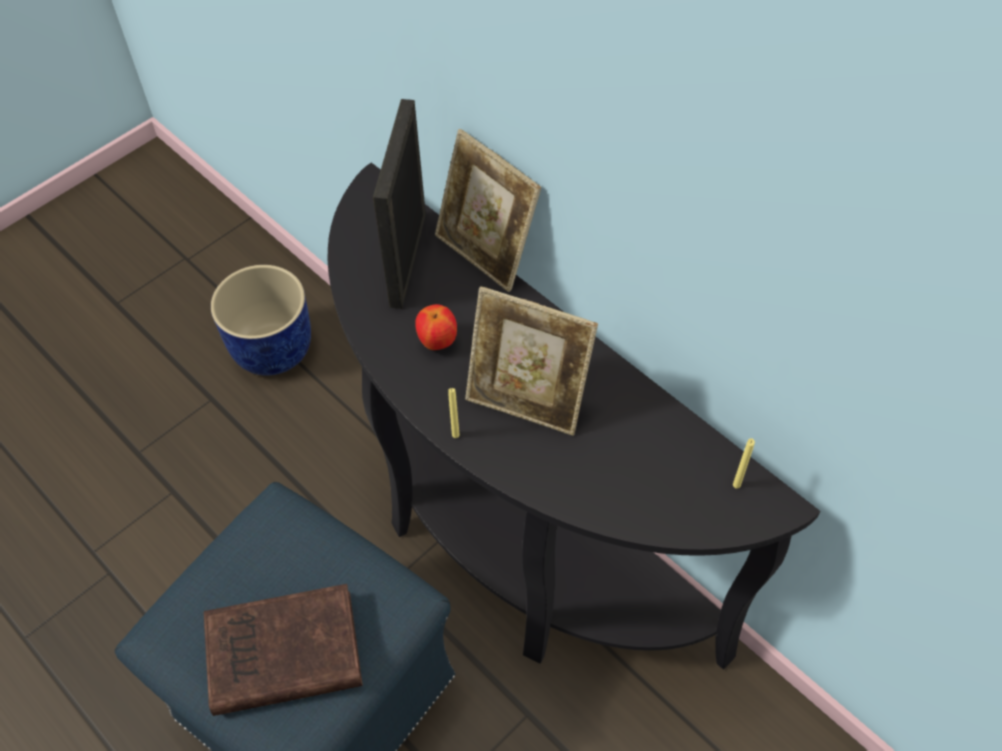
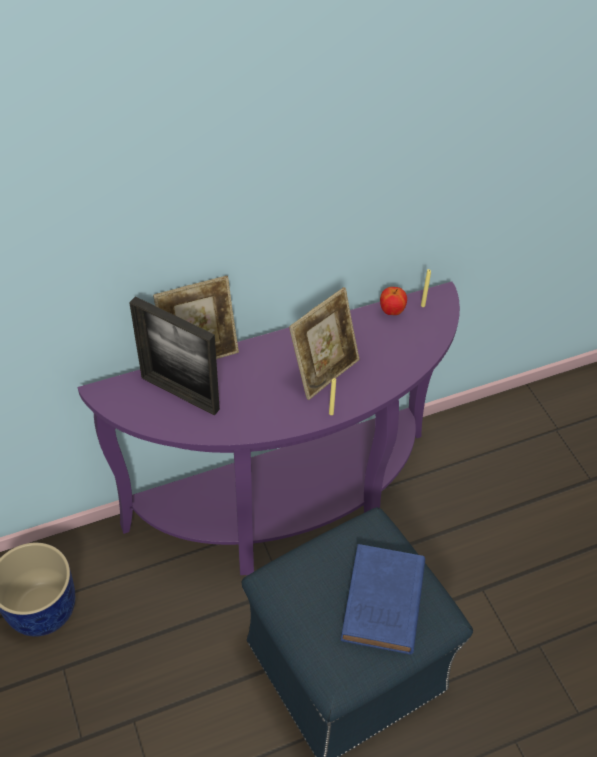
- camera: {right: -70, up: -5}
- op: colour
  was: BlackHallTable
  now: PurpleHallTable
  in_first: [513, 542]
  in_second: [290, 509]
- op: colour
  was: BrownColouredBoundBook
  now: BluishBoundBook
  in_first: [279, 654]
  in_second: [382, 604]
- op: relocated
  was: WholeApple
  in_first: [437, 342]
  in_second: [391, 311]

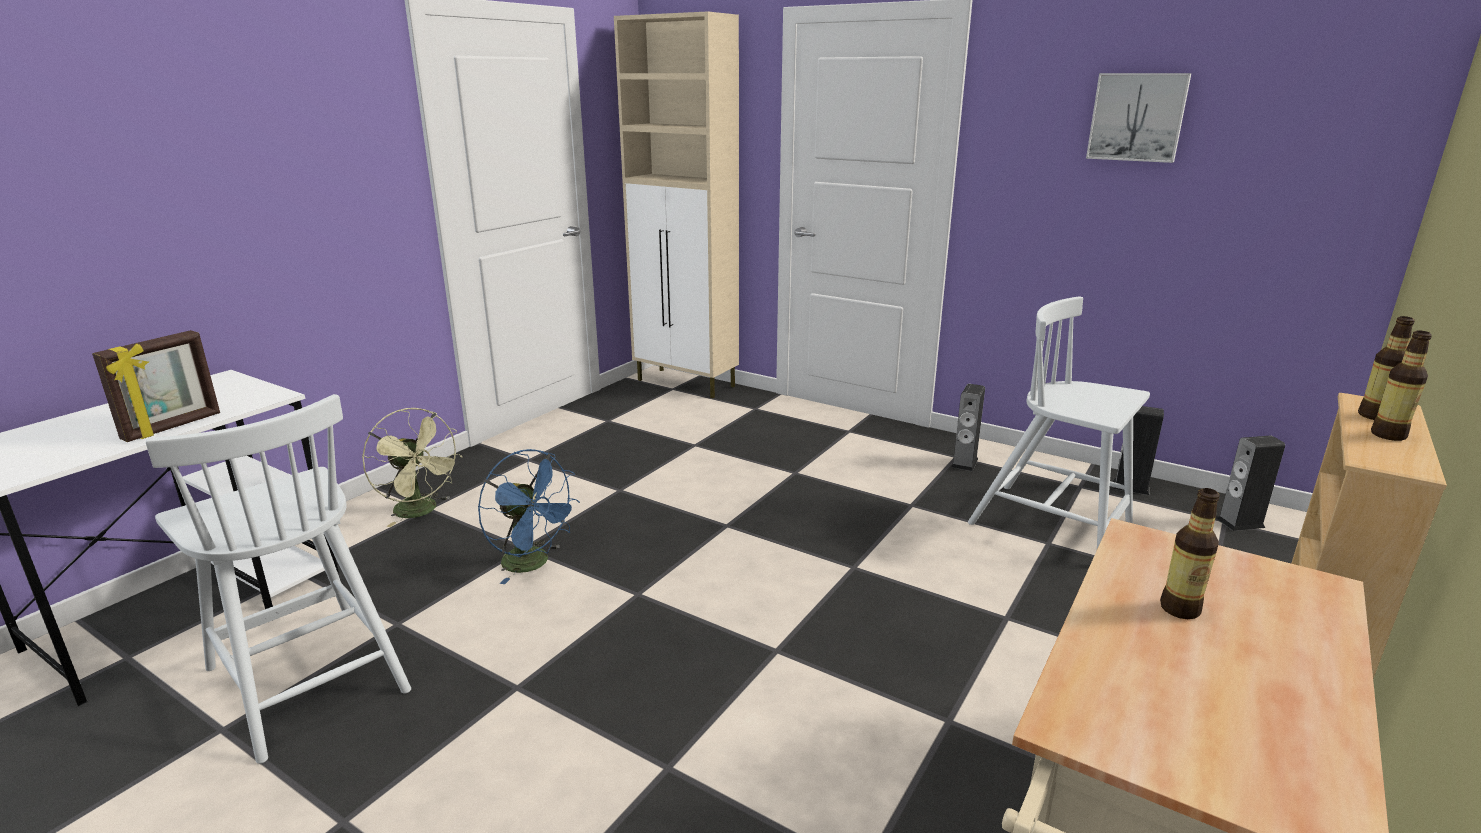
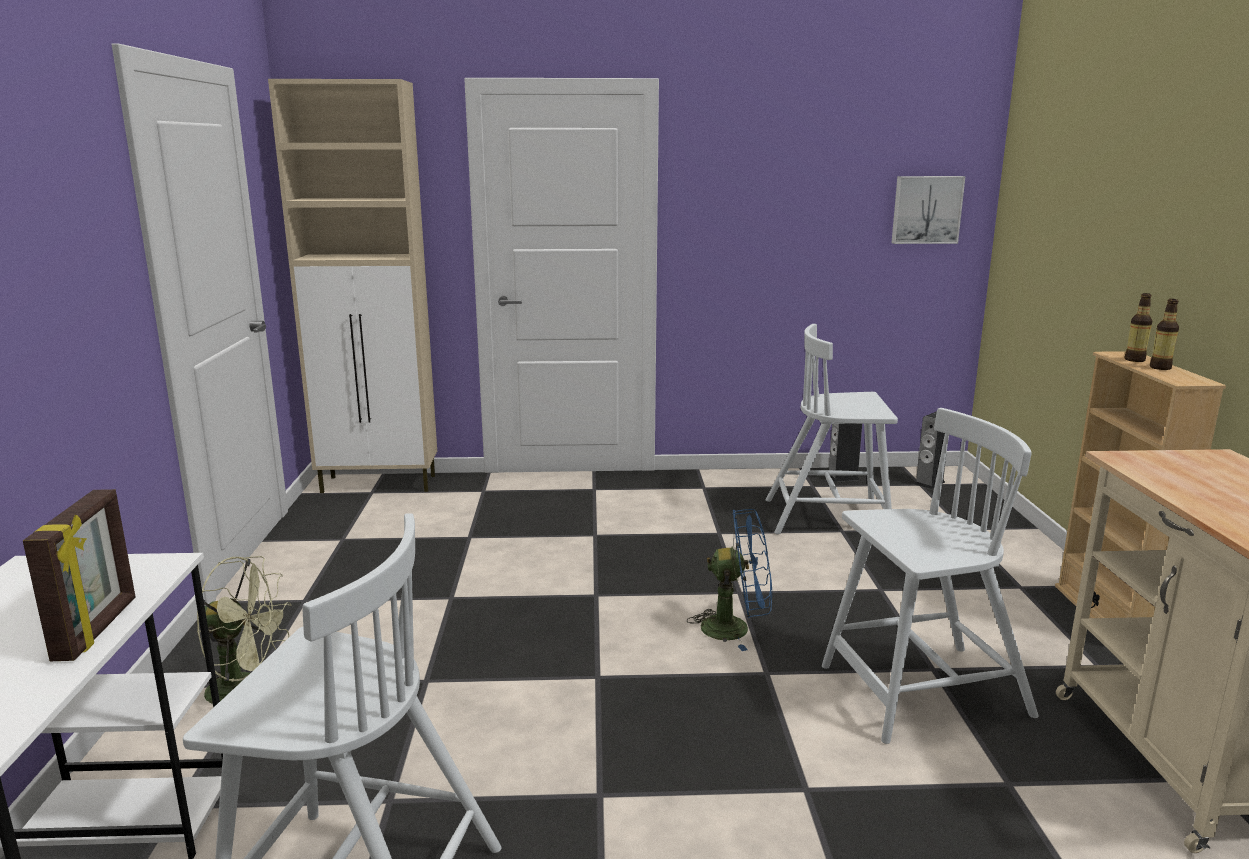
- camera: {right: -35, up: -5}
- op: relocated
  was: BluishElectricFan
  in_first: [533, 564]
  in_second: [736, 628]
- op: appeared
  now: WhitishUprightChair
  in_second: [921, 692]
- op: relocated
  was: Picture
  in_first: [1137, 117]
  in_second: [926, 209]
- op: missing
  was: Speaker
  in_first: [964, 463]
- op: missing
  was: Bottle
  in_first: [1180, 609]

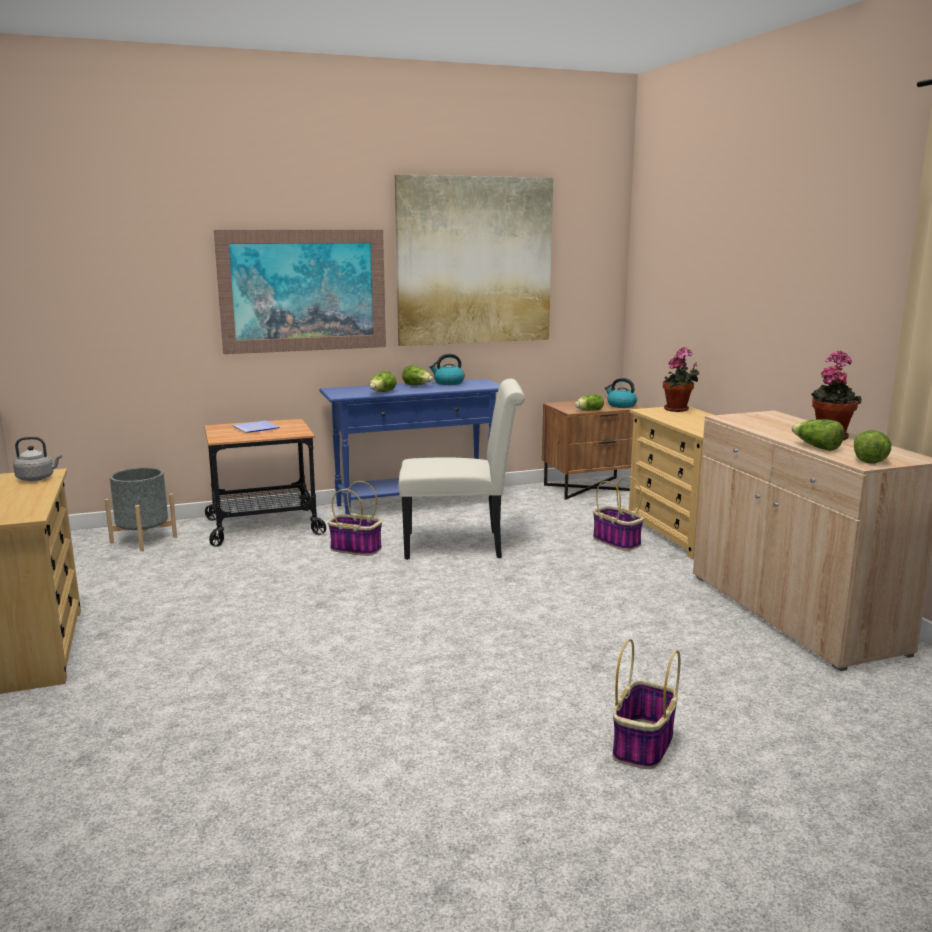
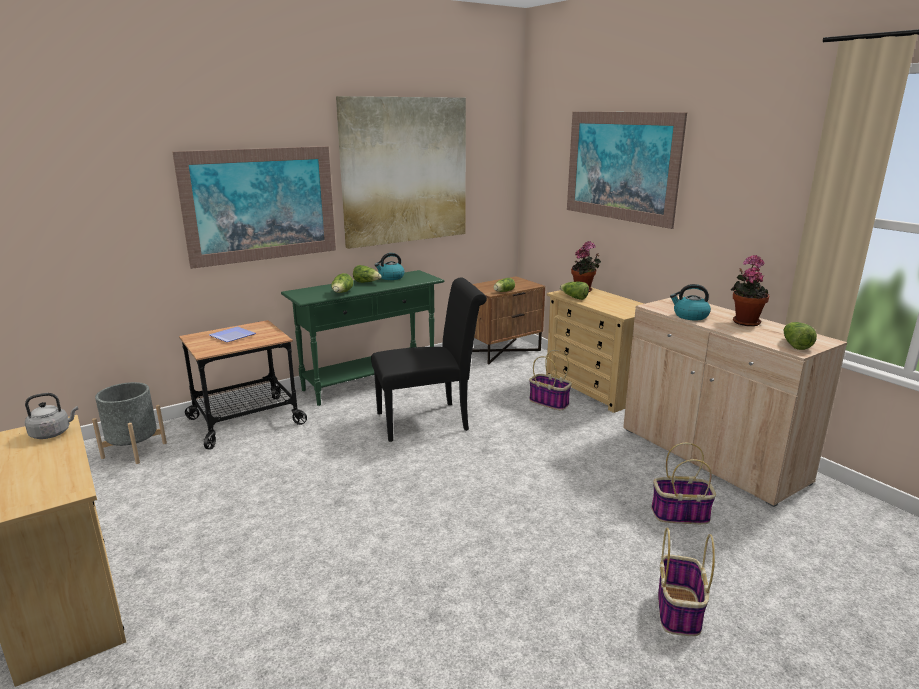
- camera: {right: -15, up: 5}
- op: colour
  was: BluishHallTable
  now: GreenishHallTable
  in_first: [416, 505]
  in_second: [370, 382]
- op: colour
  was: WhitishUprightChair
  now: BlackUprightChair
  in_first: [461, 545]
  in_second: [429, 420]
- op: relocated
  was: Lettuce
  in_first: [816, 447]
  in_second: [574, 297]
- op: appeared
  now: Picture
  in_second: [621, 166]
- op: relocated
  was: HouseholdBasket
  in_first: [354, 549]
  in_second: [679, 514]
- op: relocated
  was: TeaKettle
  in_first: [621, 405]
  in_second: [690, 316]

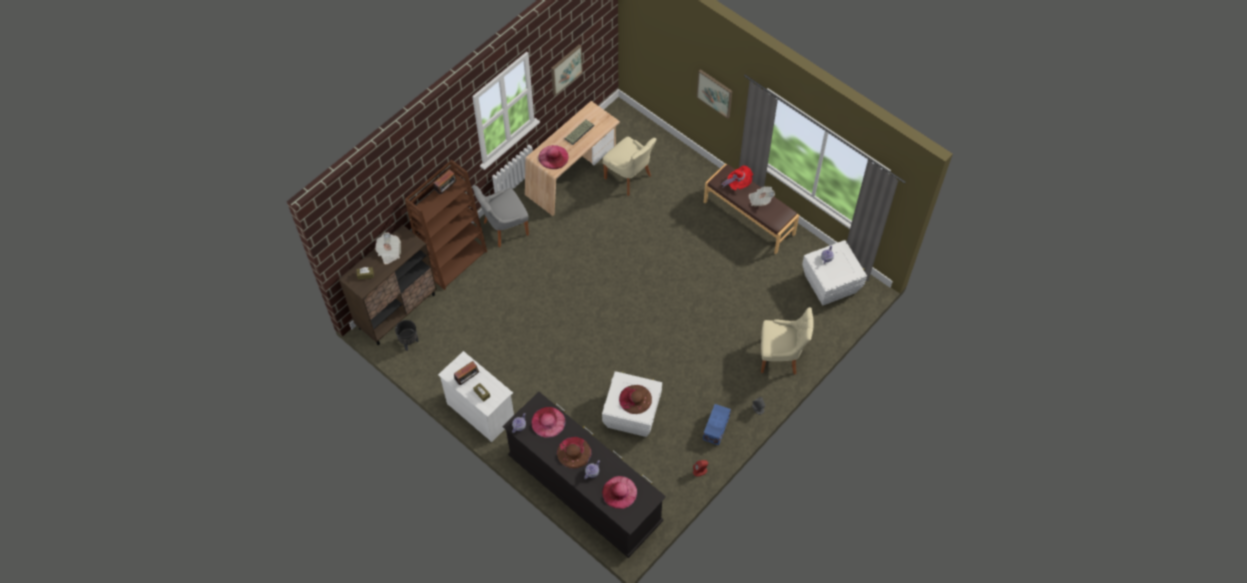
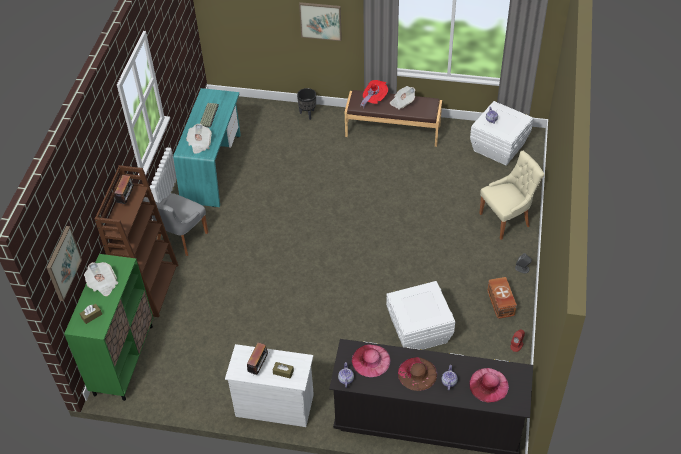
- camera: {right: -30, up: -10}
- op: relocated
  was: Picture
  in_first: [566, 69]
  in_second: [63, 263]
- op: colour
  was: BrownColouredCupboard
  now: GreenishCupboard
  in_first: [397, 311]
  in_second: [124, 359]
- op: colour
  was: BeigeDeskTable
  now: BlueGreenDeskTable
  in_first: [572, 175]
  in_second: [213, 168]
- op: exchanged
  was: PinkColouredClothingHat
  now: PrintedPaper
  in_first: [553, 157]
  in_second: [199, 144]
- op: relocated
  was: BlackPlantPot
  in_first: [409, 343]
  in_second: [308, 114]
- op: colour
  was: BluishStorageContainer
  now: BrownColouredStorageContainer
  in_first: [715, 428]
  in_second: [500, 303]
- op: missing
  was: BeigeUprightChair
  in_first: [629, 178]
- op: missing
  was: BrownColouredClothingHat
  in_first: [635, 399]

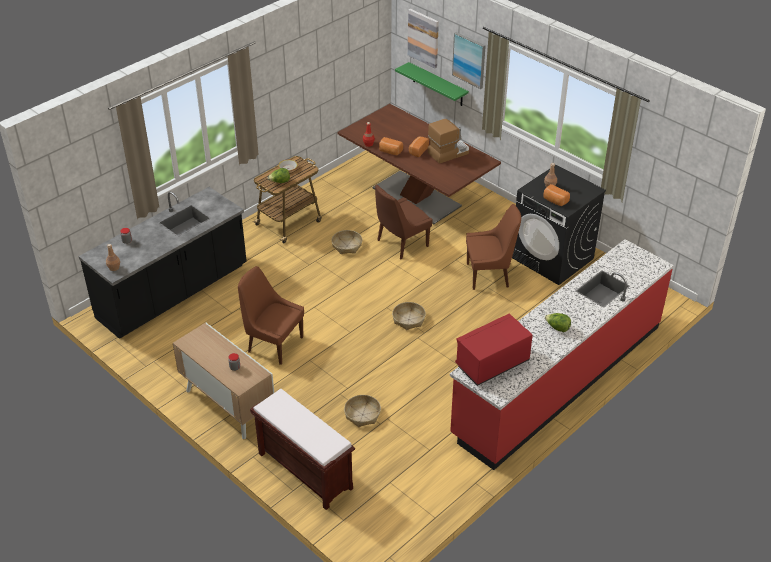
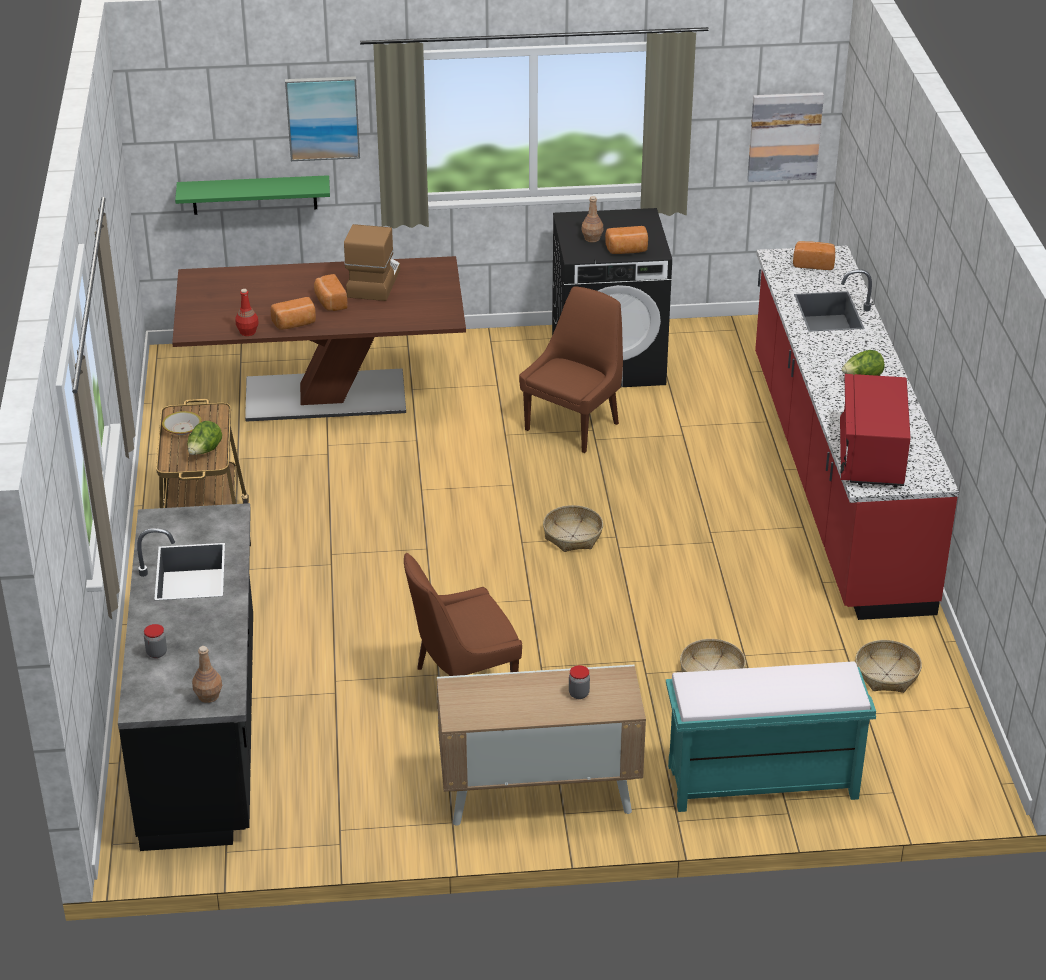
- camera: {right: -50, up: -5}
- op: colour
  was: BrownColouredIndoorBench
  now: BlueGreenIndoorBench
  in_first: [304, 470]
  in_second: [760, 783]
- op: relocated
  was: Picture
  in_first: [423, 38]
  in_second: [784, 136]
- op: appeared
  now: Bread
  in_second: [813, 263]
- op: relocated
  was: HouseholdBasket
  in_first: [347, 246]
  in_second: [886, 674]
- op: missing
  was: BrownColouredUprightChair
  in_first: [401, 244]

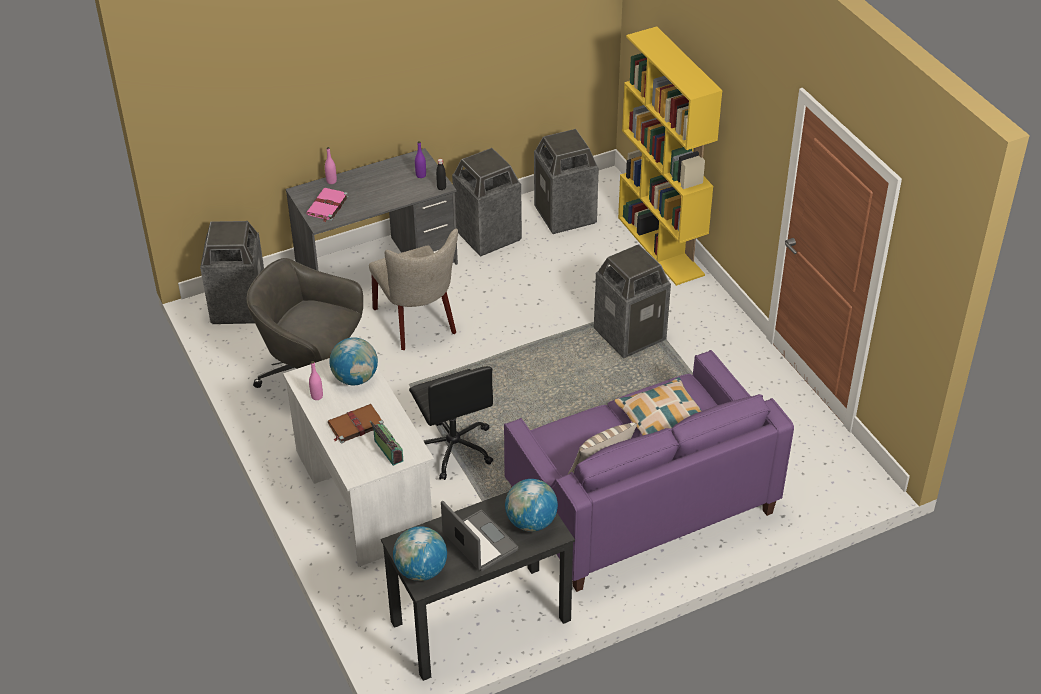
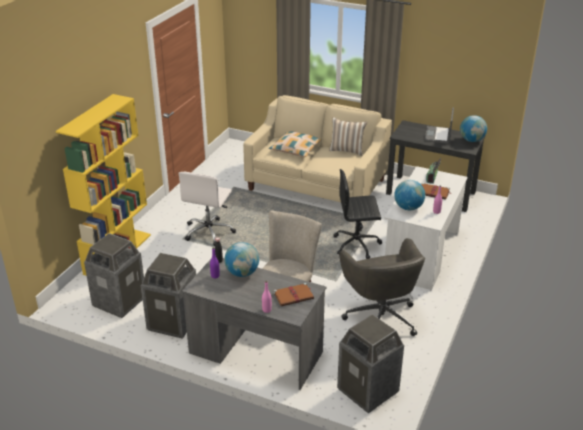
- camera: {right: -130, up: -10}
- op: exchanged
  was: TrashCan
  now: WhitishComputerChair
  in_first: [630, 335]
  in_second: [209, 232]
- op: relocated
  was: Globe
  in_first: [531, 522]
  in_second: [242, 273]
- op: colour
  was: PurpleSettee
  now: BeigeSettee
  in_first: [641, 503]
  in_second: [316, 185]
- op: colour
  was: PinkColouredBoundBook
  now: BrownColouredBoundBook
  in_first: [327, 206]
  in_second: [294, 296]
- op: spun
  was: BlackComputerChair
  in_first: [453, 448]
  in_second: [357, 244]
  clockwise: -120

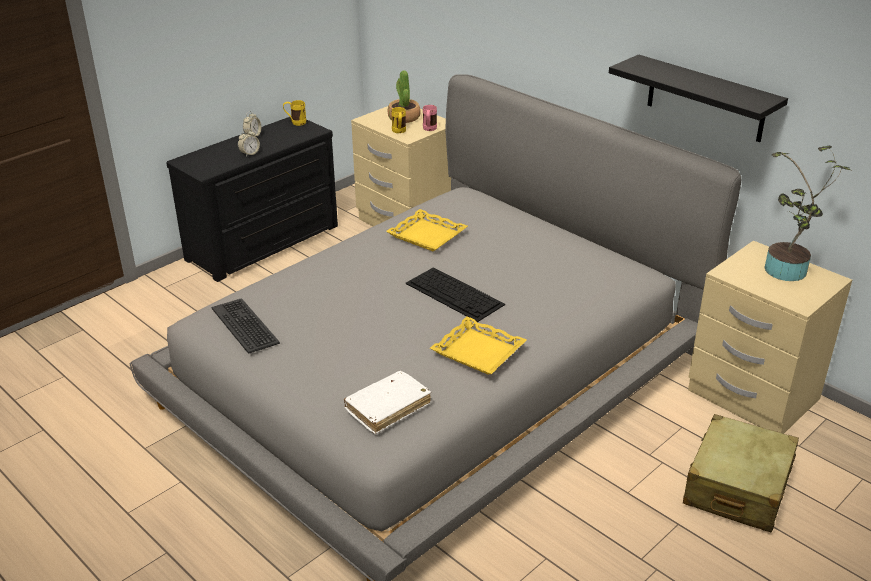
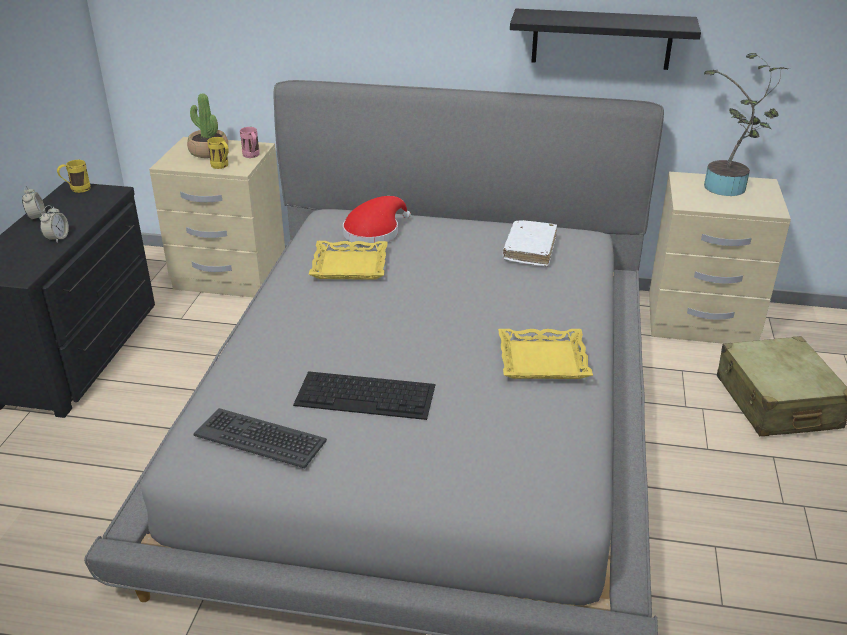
- camera: {right: -35, up: 0}
- op: relocated
  was: PcKeyboard
  in_first: [455, 294]
  in_second: [367, 395]
- op: appeared
  now: RedClothingHat
  in_second: [374, 232]
- op: relocated
  was: WhitishBoundBook
  in_first: [388, 407]
  in_second: [529, 249]

